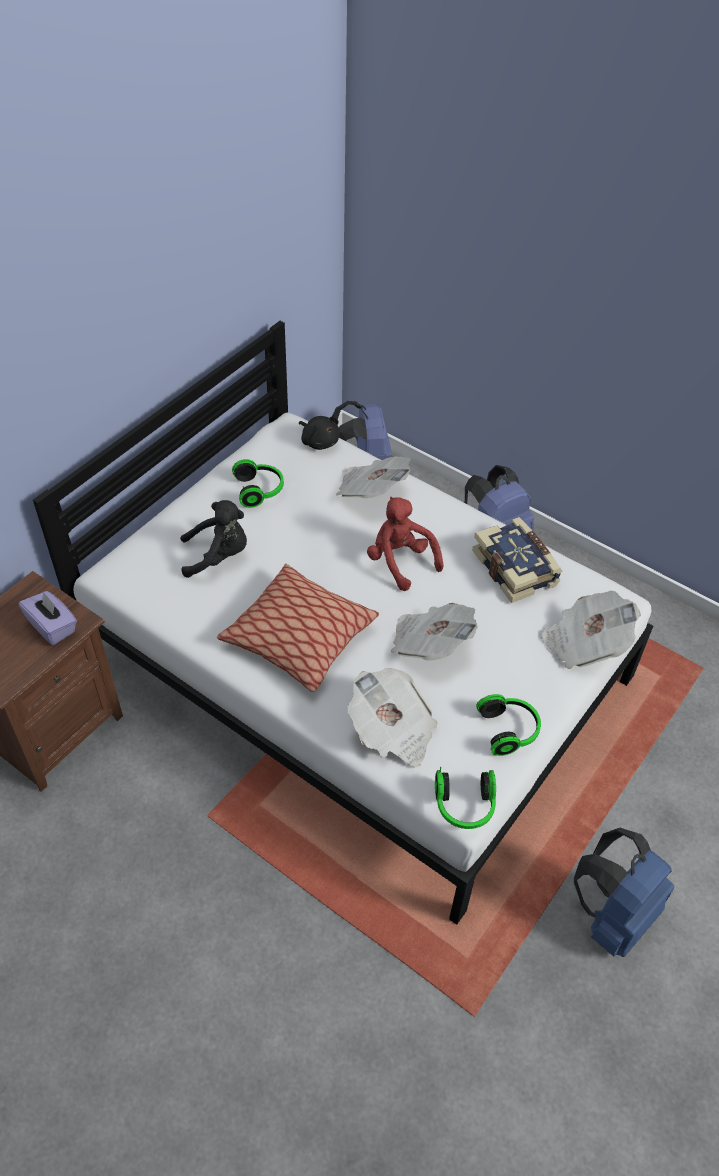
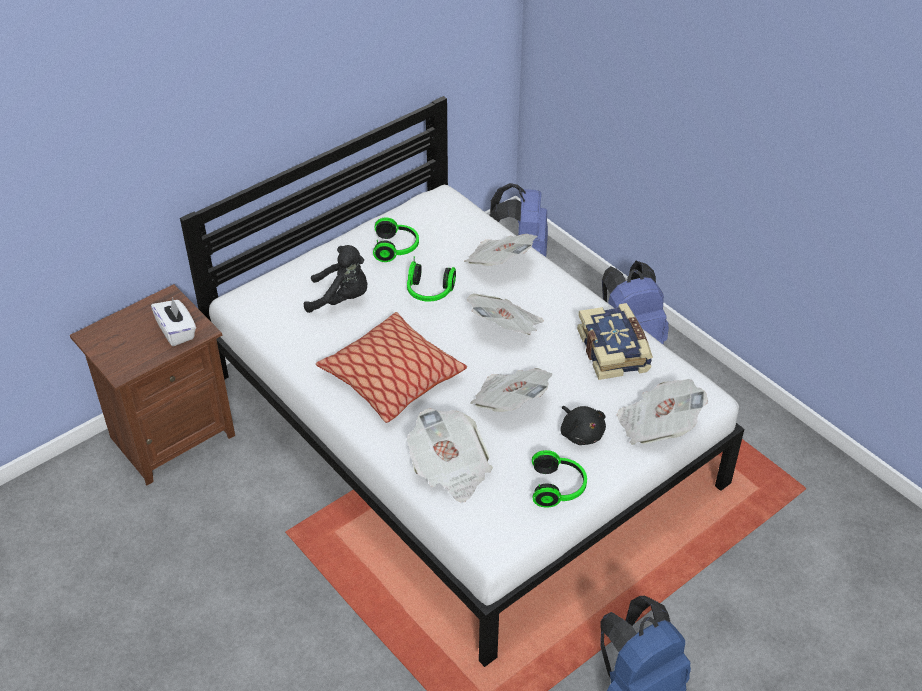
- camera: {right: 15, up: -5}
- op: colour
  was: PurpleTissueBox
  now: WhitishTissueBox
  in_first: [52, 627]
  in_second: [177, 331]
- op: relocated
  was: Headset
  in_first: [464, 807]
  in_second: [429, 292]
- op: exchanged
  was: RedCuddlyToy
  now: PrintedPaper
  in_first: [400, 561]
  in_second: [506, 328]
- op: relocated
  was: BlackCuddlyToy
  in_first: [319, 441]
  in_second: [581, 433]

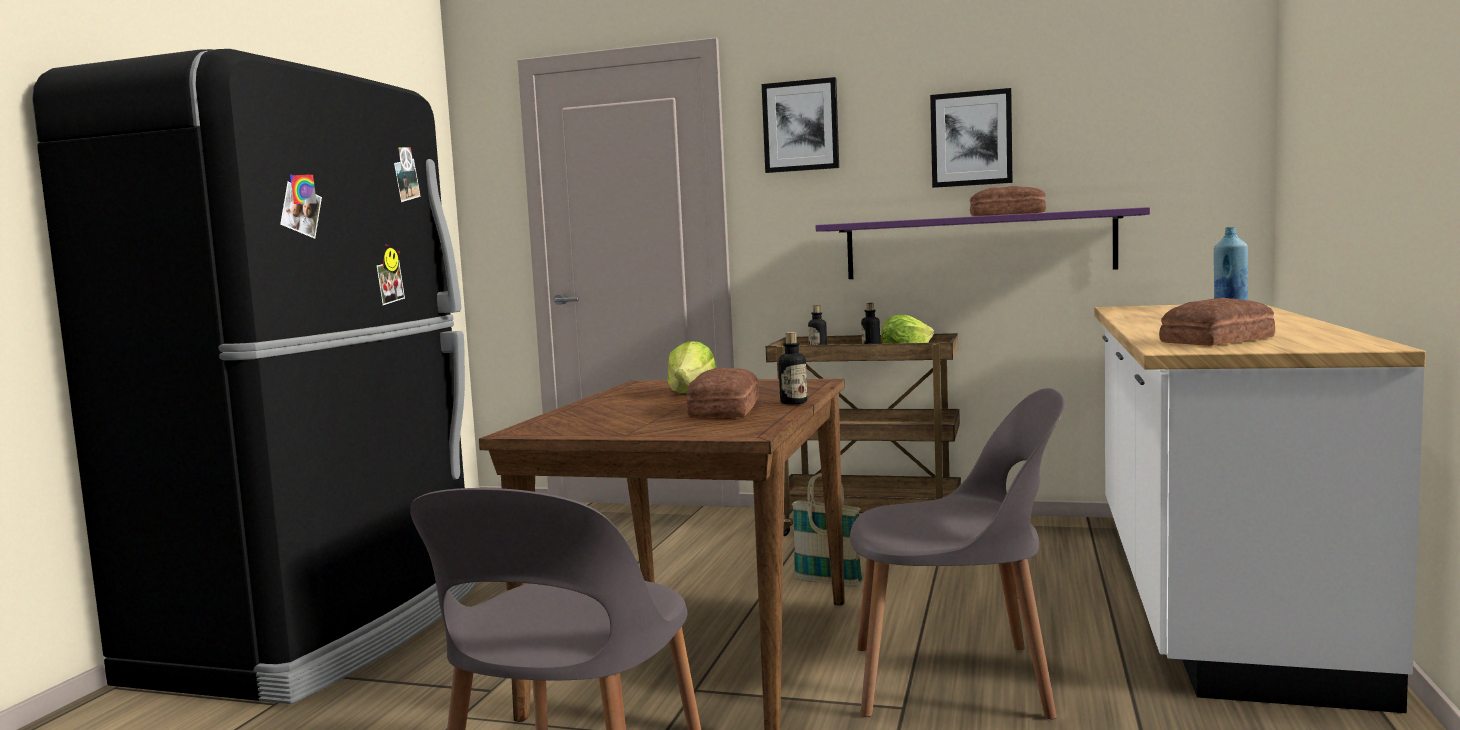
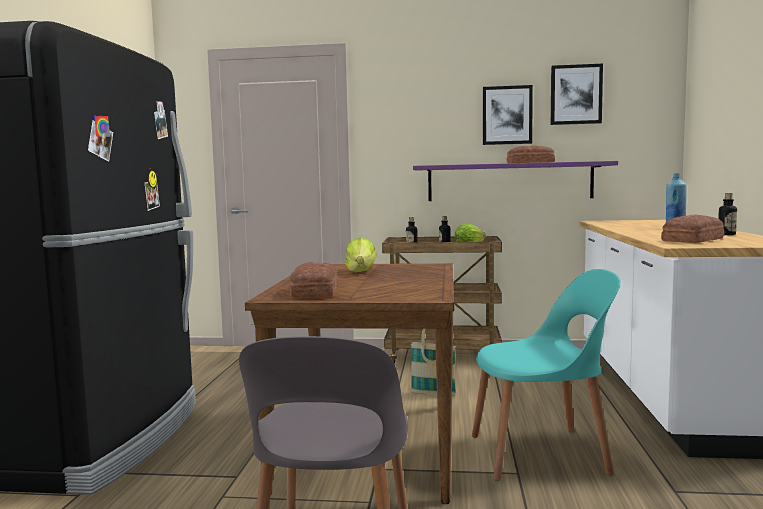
- camera: {right: -10, up: 0}
- op: relocated
  was: Bread
  in_first: [722, 409]
  in_second: [313, 292]
- op: colour
  was: GreyUprightChair
  now: BlueGreenUprightChair
  in_first: [956, 680]
  in_second: [542, 454]
- op: relocated
  was: Picture
  in_first: [801, 126]
  in_second: [576, 94]
- op: relocated
  was: Bottle
  in_first: [793, 402]
  in_second: [726, 234]

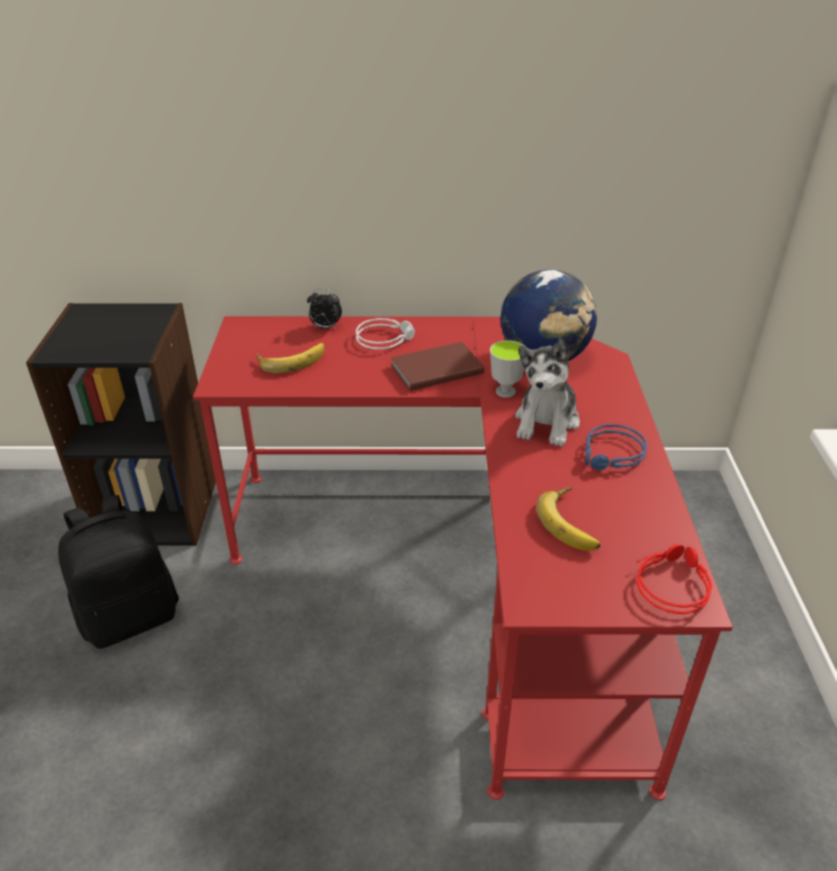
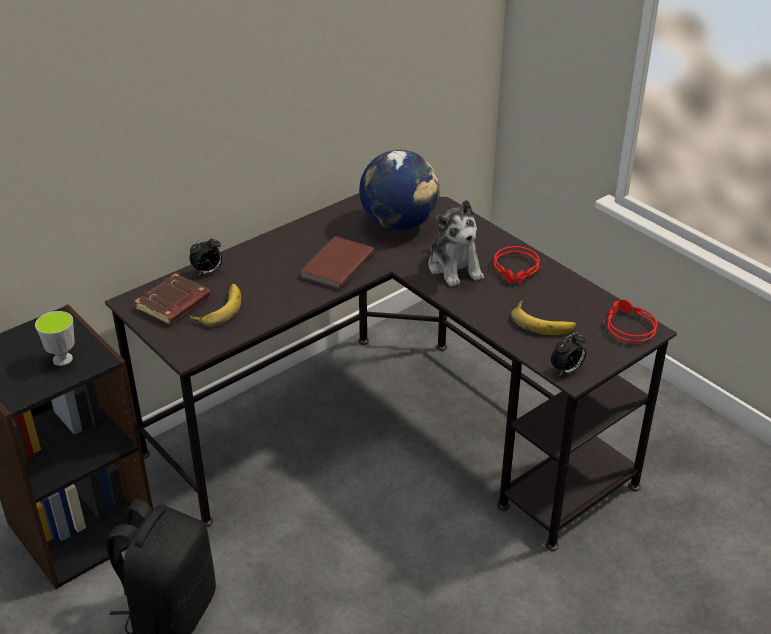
- camera: {right: -40, up: 0}
- op: relocated
  was: SmallCup
  in_first: [505, 391]
  in_second: [62, 359]
- op: colour
  was: RedDeskTable
  now: BlackDeskTable
  in_first: [461, 572]
  in_second: [390, 430]
- op: appeared
  now: BrownColouredBoundBook
  in_second: [174, 304]
- op: colour
  was: BluishHeadset
  now: RedHeadset
  in_first: [612, 455]
  in_second: [517, 270]
- op: appeared
  now: BedsideClock
  in_second: [567, 370]
- op: missing
  was: GreyHeadset
  in_first: [385, 338]

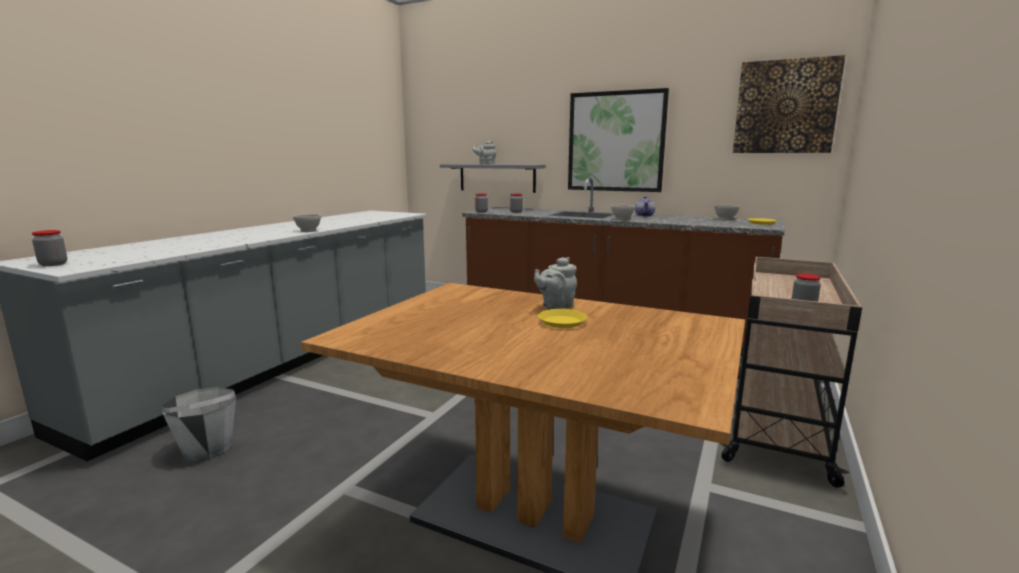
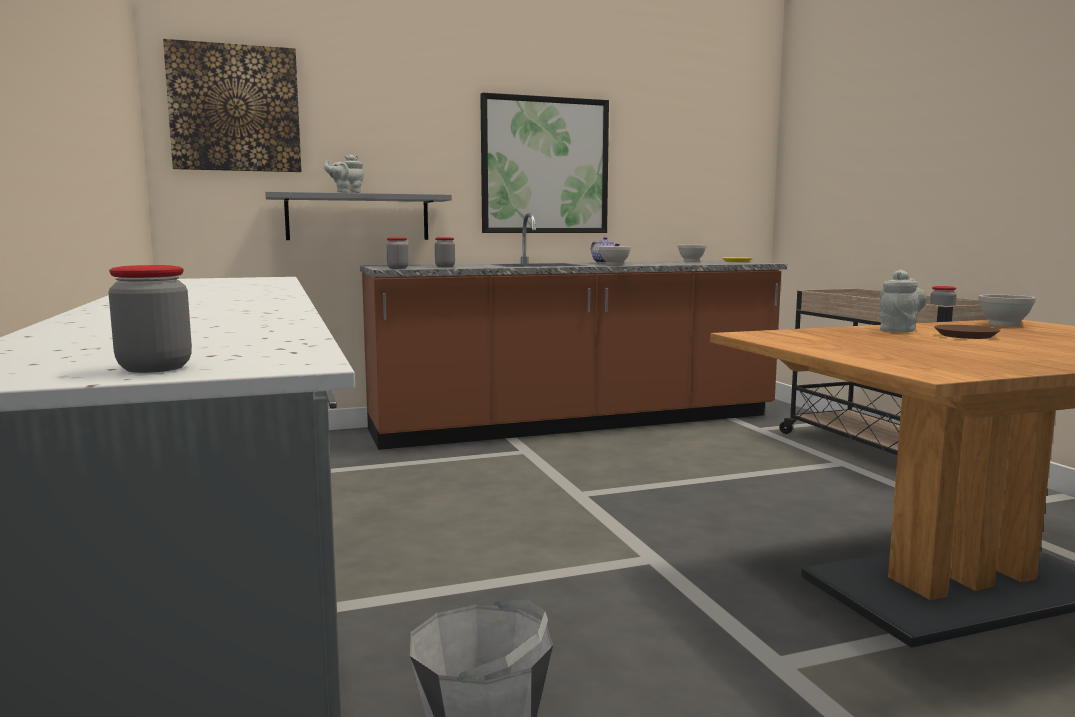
- camera: {right: -45, up: -5}
- op: relocated
  was: Picture
  in_first: [785, 107]
  in_second: [235, 108]
- op: spun
  was: GreyTeapot
  in_first: [555, 306]
  in_second: [898, 330]
  clockwise: -150
- op: colour
  was: YellowDinnerPlate
  now: BrownColouredDinnerPlate
  in_first: [561, 322]
  in_second: [965, 336]
- op: relocated
  was: WhitishBowl
  in_first: [309, 231]
  in_second: [1004, 325]

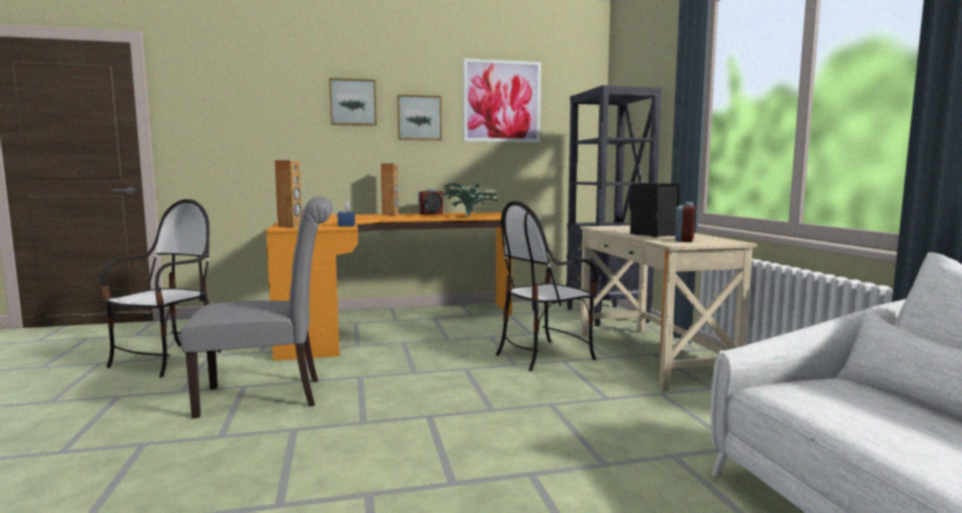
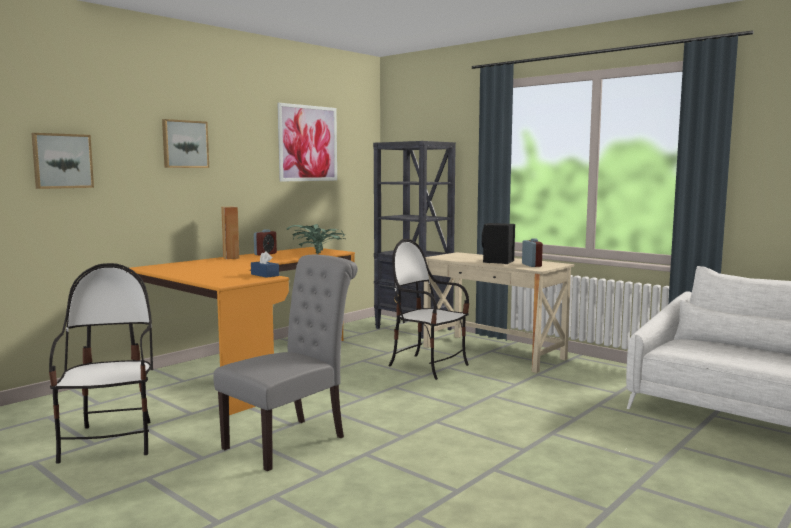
- camera: {right: -35, up: 0}
- op: relocated
  was: Picture
  in_first: [419, 118]
  in_second: [62, 161]
- op: spun
  was: UprightChair
  in_first: [544, 356]
  in_second: [428, 366]
  clockwise: 105
- op: missing
  was: BrownColouredSpeaker
  in_first: [290, 226]

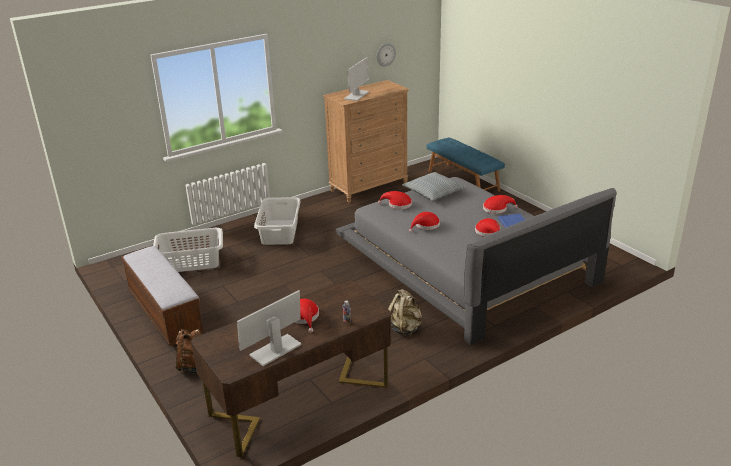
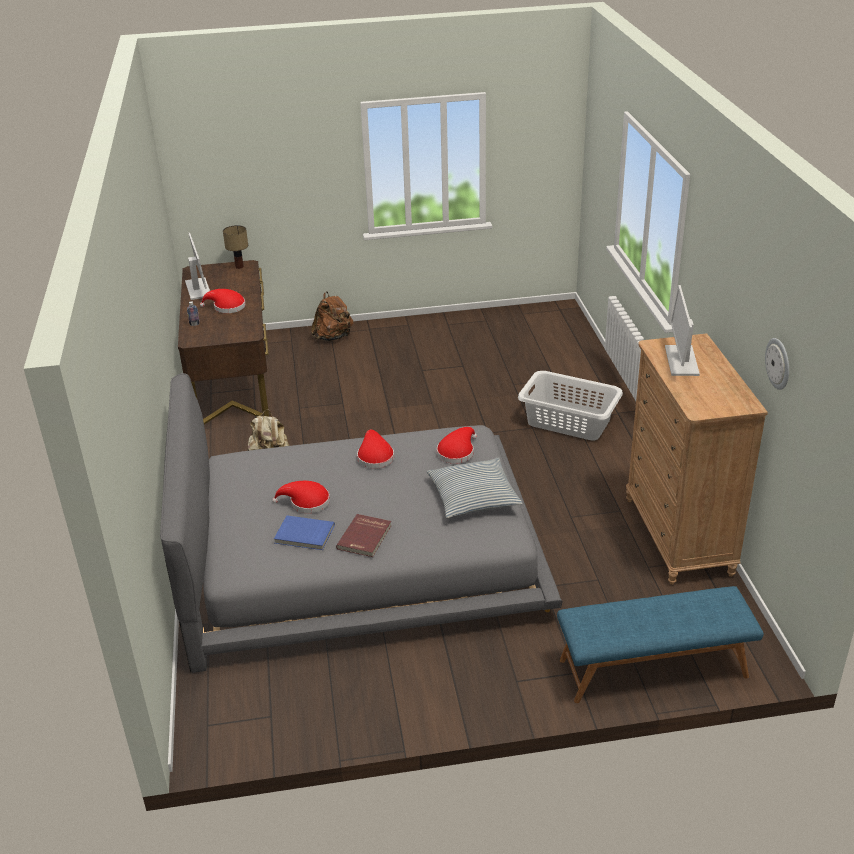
- camera: {right: 115, up: 5}
- op: appeared
  now: TableLamp
  in_second: [240, 267]
- op: exchanged
  was: RedClothingHat
  now: RedBoundBook
  in_first: [497, 209]
  in_second: [365, 537]
- op: spun
  was: ComputerDisplay
  in_first: [356, 95]
  in_second: [681, 360]
  clockwise: 45
- op: missing
  was: IndoorBench
  in_first: [165, 312]
- op: missing
  was: WhitishHamper
  in_first: [192, 262]

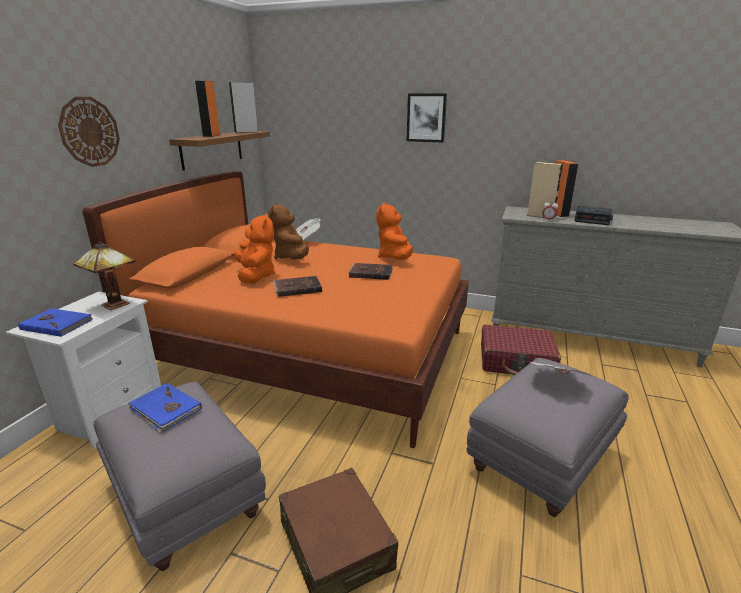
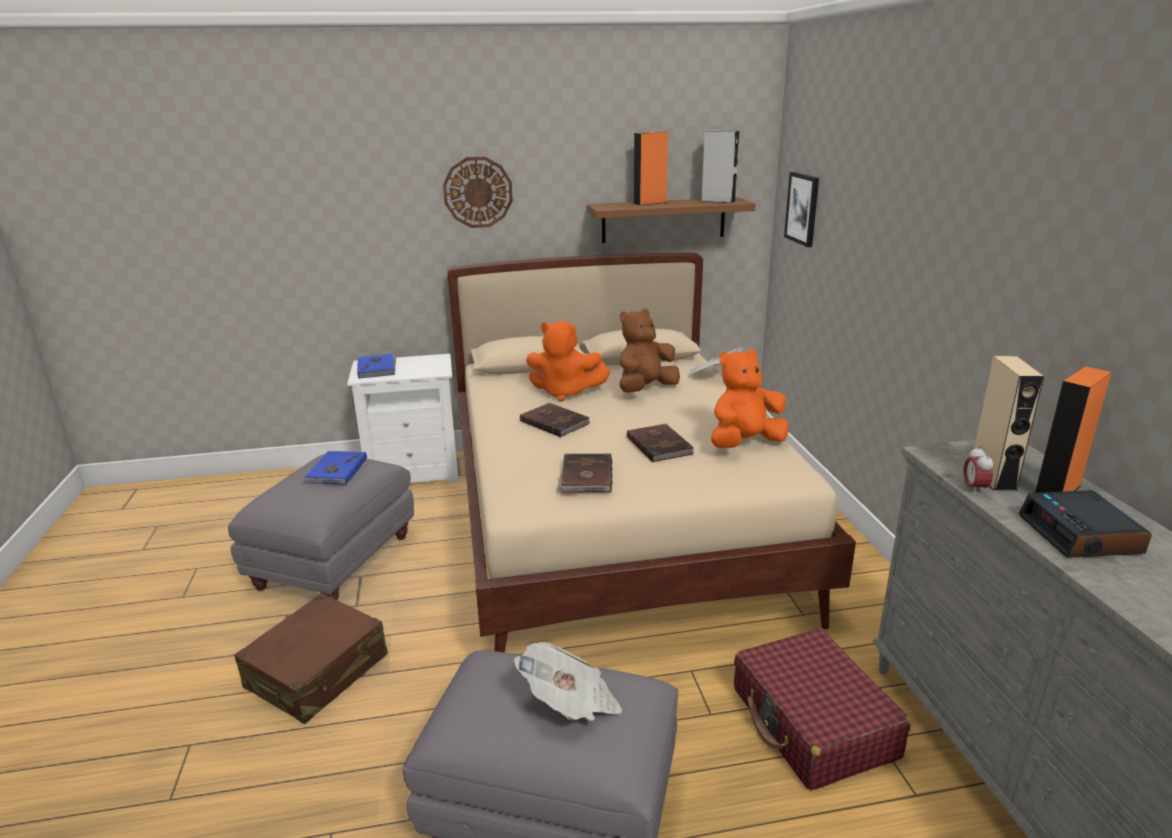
- camera: {right: 60, up: 0}
- op: colour
  was: OrangeColouredBed
  now: BeigeBed
  in_first: [310, 353]
  in_second: [616, 525]
- op: spun
  was: OrangeColouredCuddlyToy
  in_first: [256, 276]
  in_second: [565, 392]
  clockwise: 60
- op: appeared
  now: BrownColouredBoundBook
  in_second: [585, 476]
- op: relocated
  was: Picture
  in_first: [426, 118]
  in_second: [802, 208]
- op: missing
  was: TableLamp
  in_first: [113, 304]

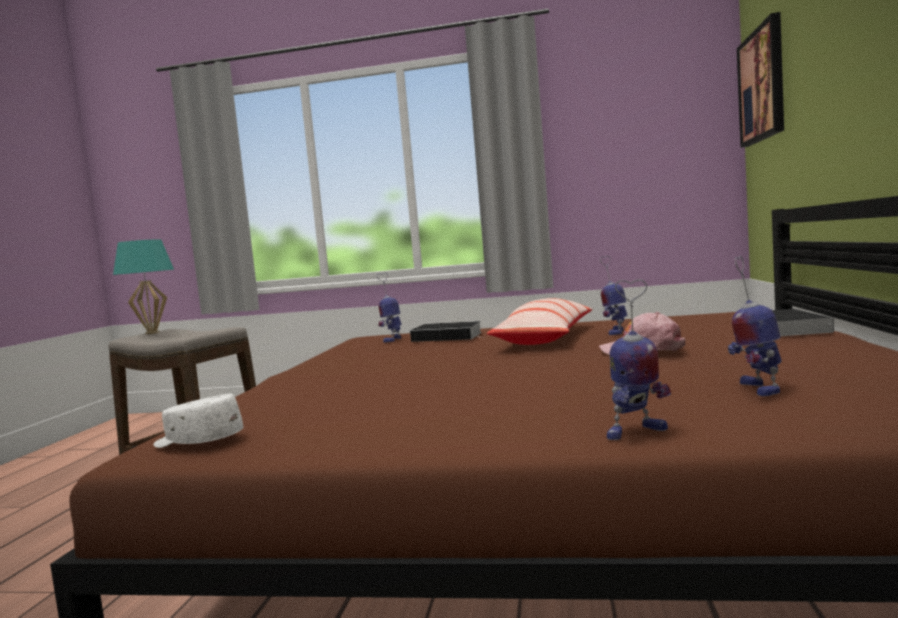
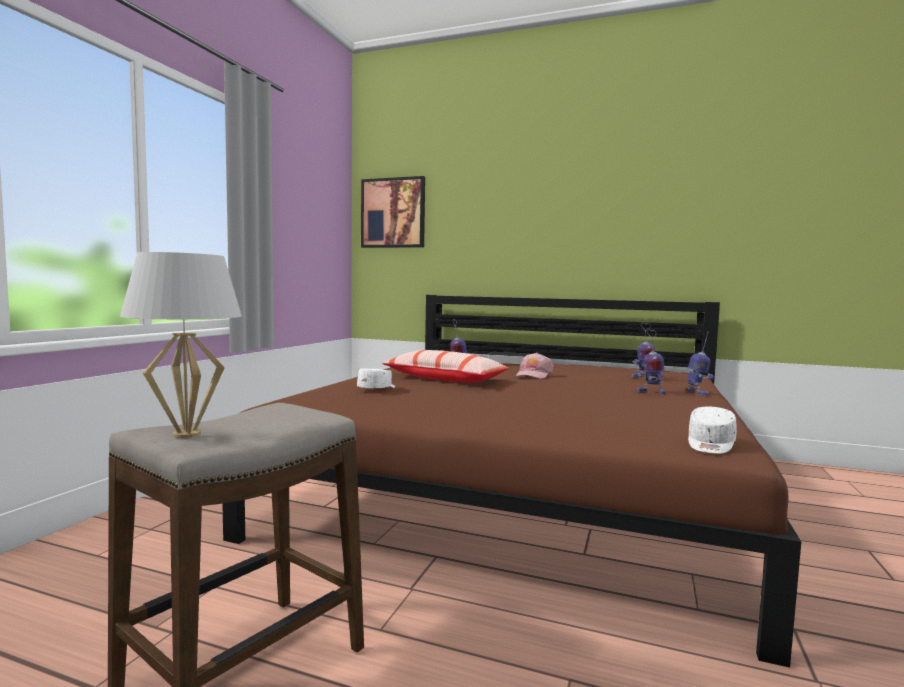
- camera: {right: -80, up: 0}
- op: colour
  was: BlueGreenTableLamp
  now: WhitishTableLamp
  in_first: [152, 333]
  in_second: [187, 434]
- op: exchanged
  was: BoundBook
  now: WhitishBaseballCap
  in_first: [449, 336]
  in_second: [377, 389]
- op: relocated
  was: ModelRobot
  in_first: [393, 339]
  in_second: [650, 392]

